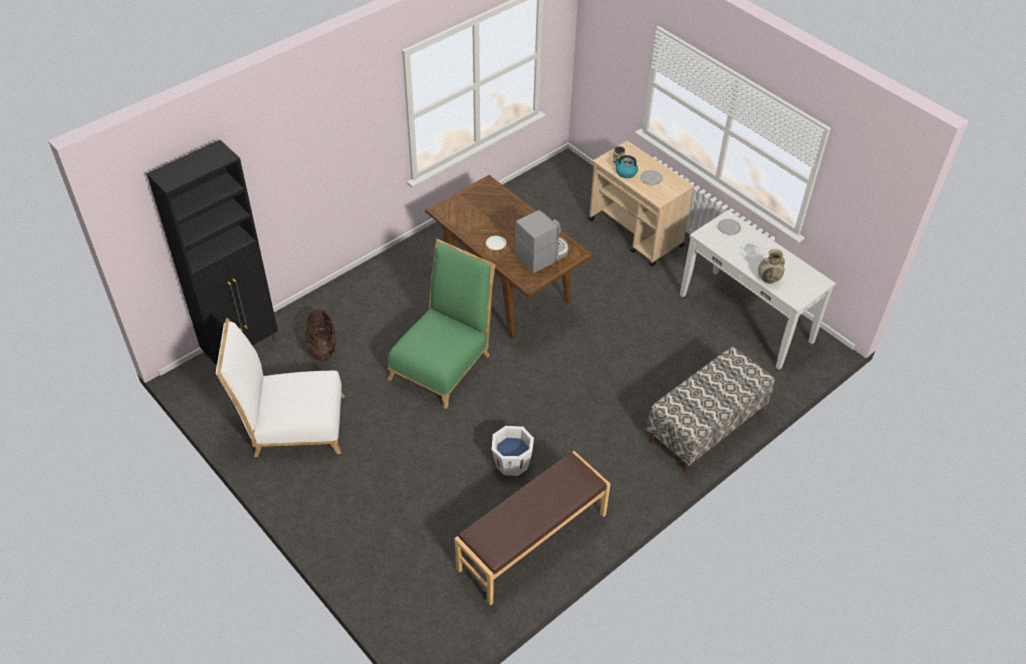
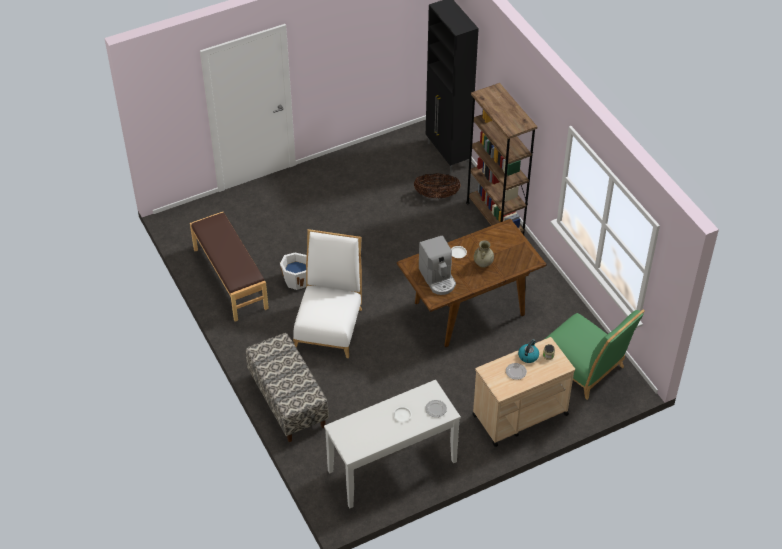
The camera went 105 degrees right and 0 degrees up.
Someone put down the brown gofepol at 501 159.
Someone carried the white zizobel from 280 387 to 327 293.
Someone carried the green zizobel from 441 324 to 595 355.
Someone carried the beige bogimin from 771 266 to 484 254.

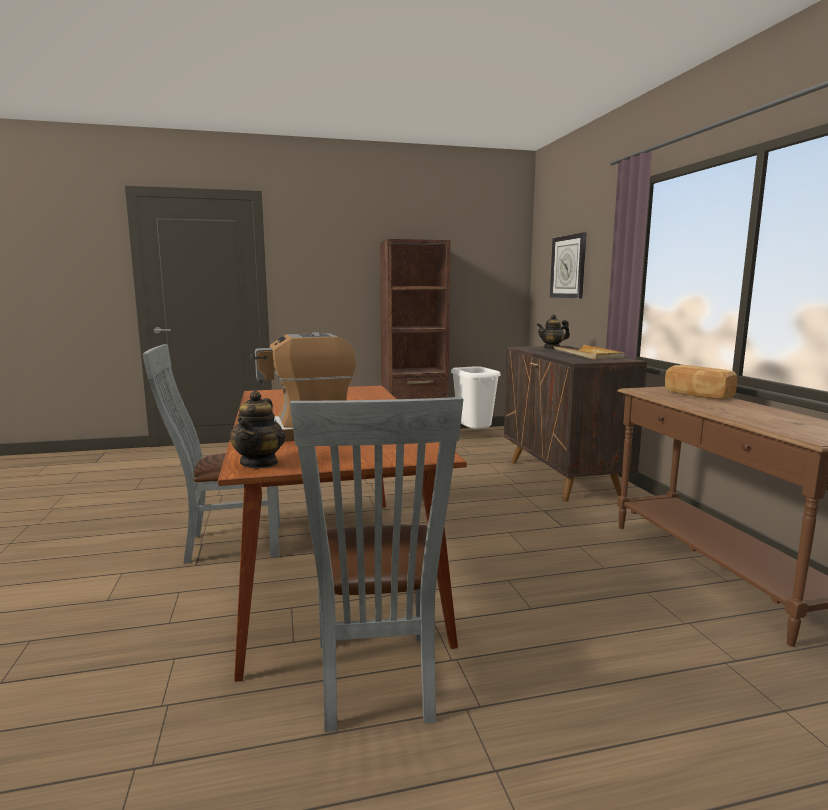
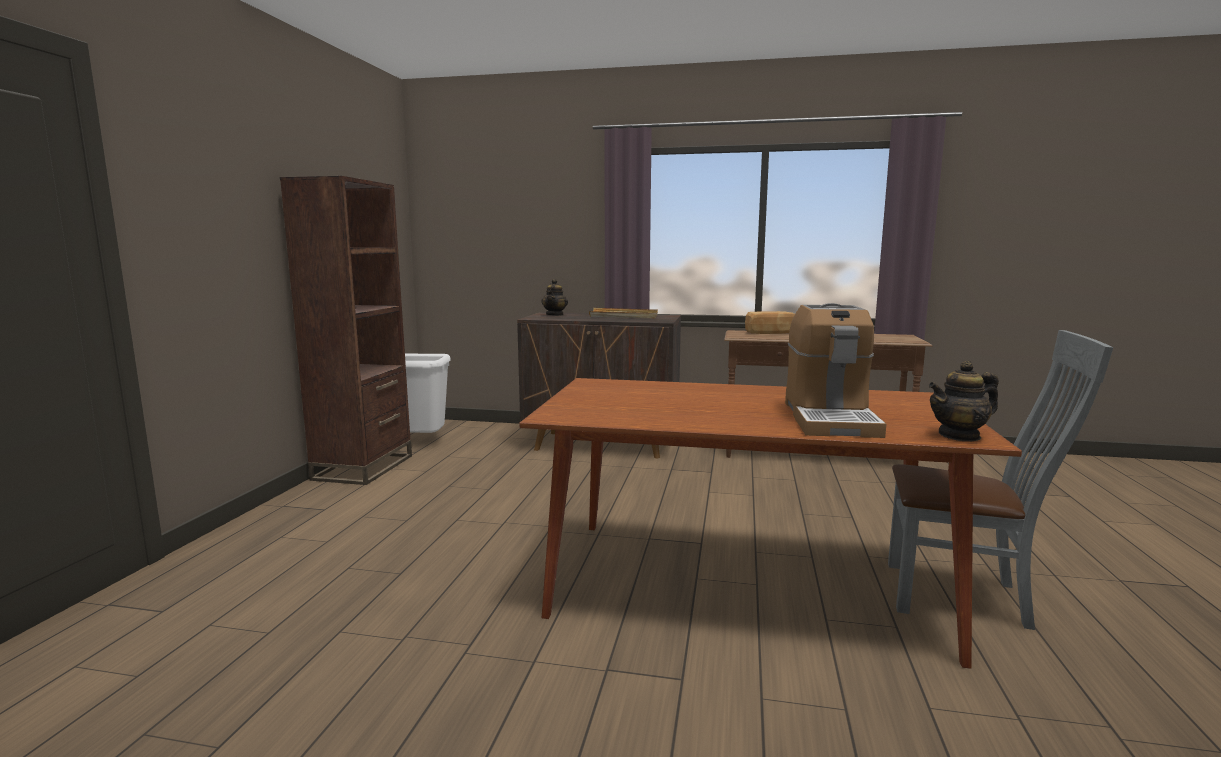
The camera went 65 degrees left and 0 degrees up.
Someone took away the grey zizobel at 211 454.
Someone took away the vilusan at 568 265.
Someone rotated the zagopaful at 257 429 by 135 degrees clockwise.

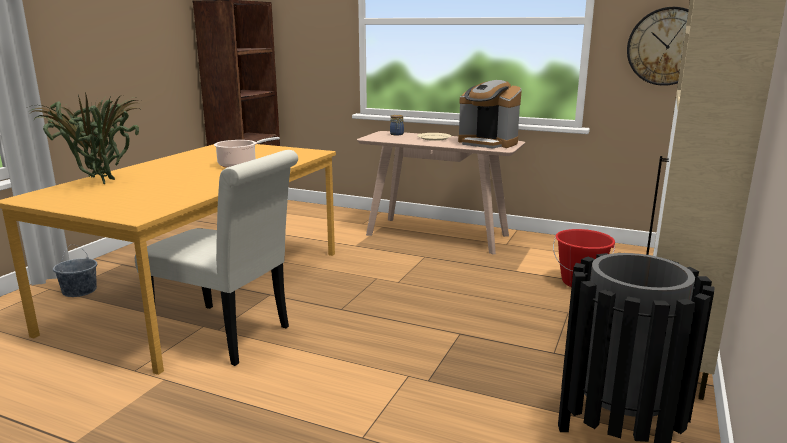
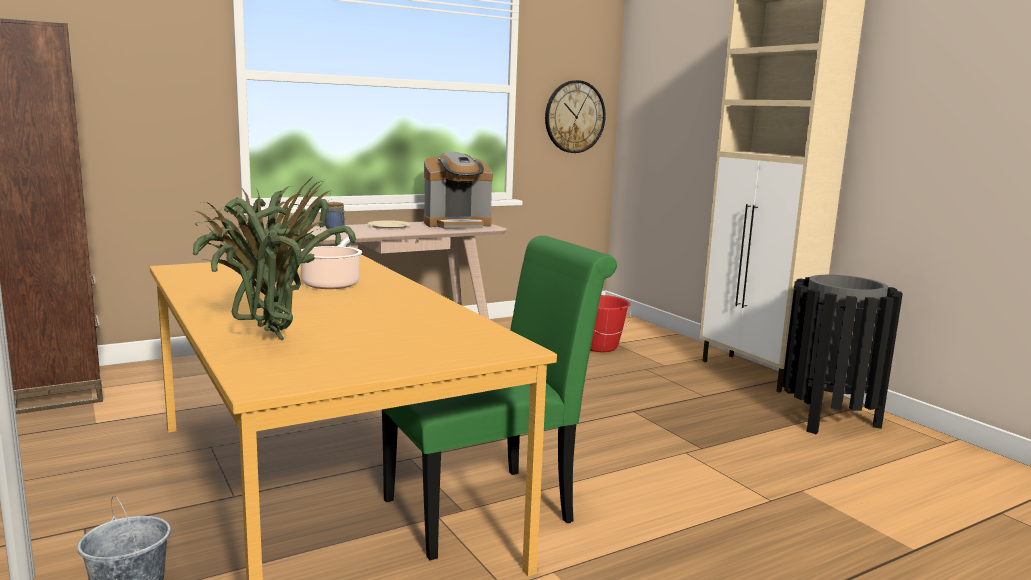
The camera went 55 degrees left and 5 degrees down.
Someone repainted the white zizobel at 216 258, which became the green zizobel at 499 398.

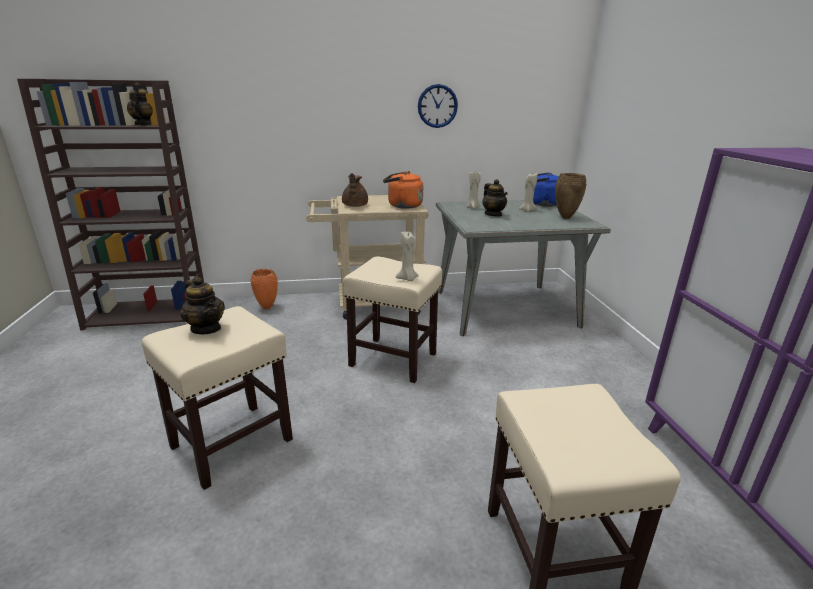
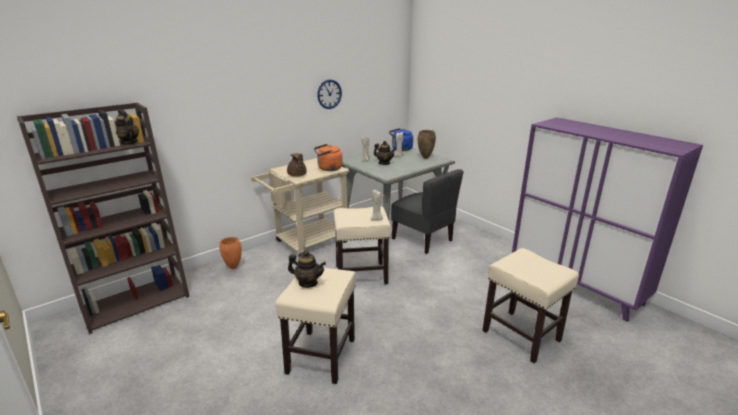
The camera went 30 degrees left and 0 degrees up.
Someone put down the grey zizobel at 427 211.

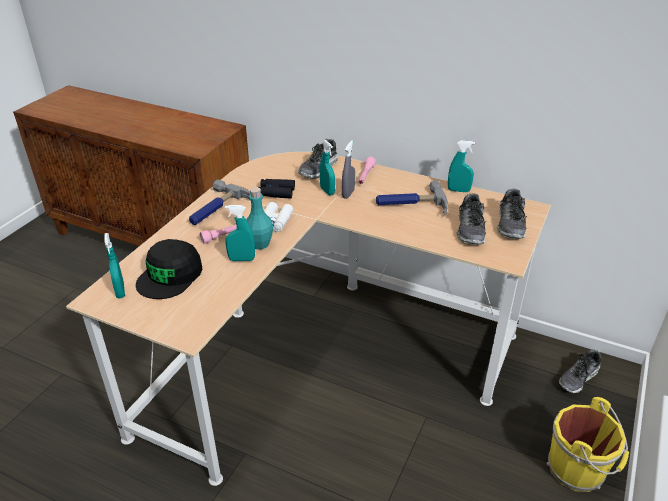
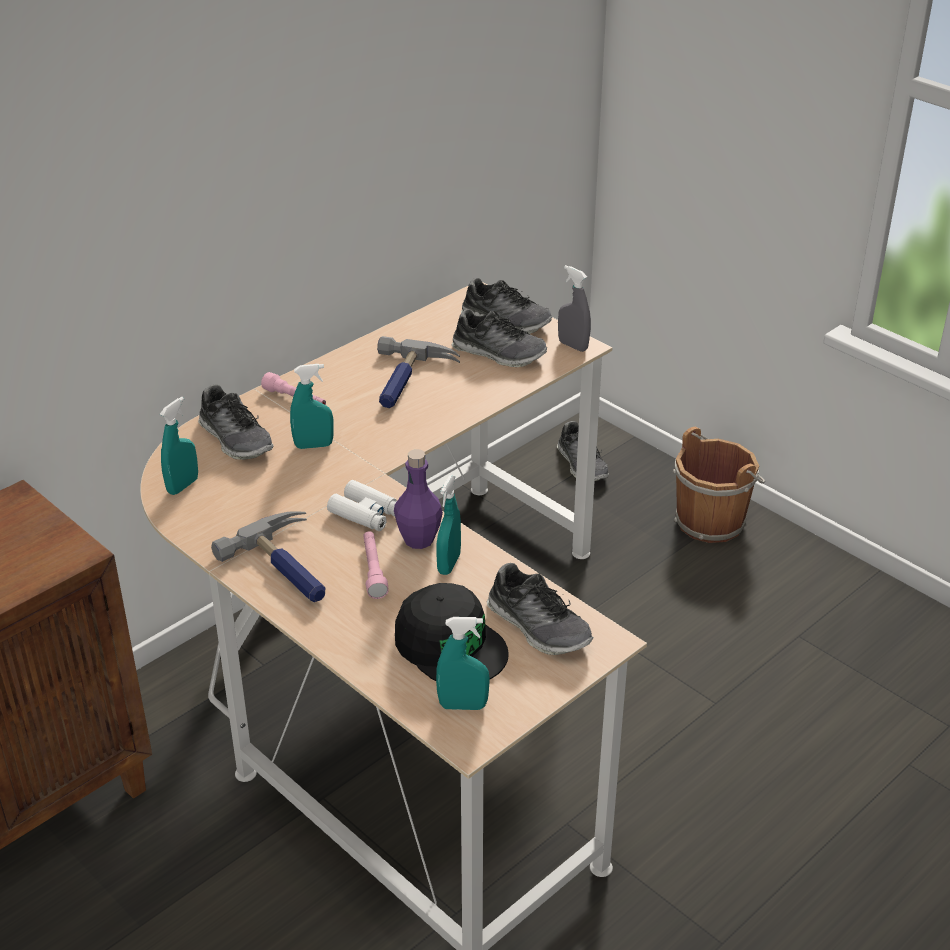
The camera went 70 degrees left and 0 degrees up.
Someone took away the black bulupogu at 276 189.
Someone put down the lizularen at 540 609.
Someone carried the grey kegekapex from 348 169 to 574 308.
Someone carried the turquoise kegekapex from 461 166 to 179 446.
Someone repainted the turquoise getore at 259 218, which became the purple getore at 418 499.
Someone repainted the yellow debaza at 588 444, which became the brown debaza at 719 485.

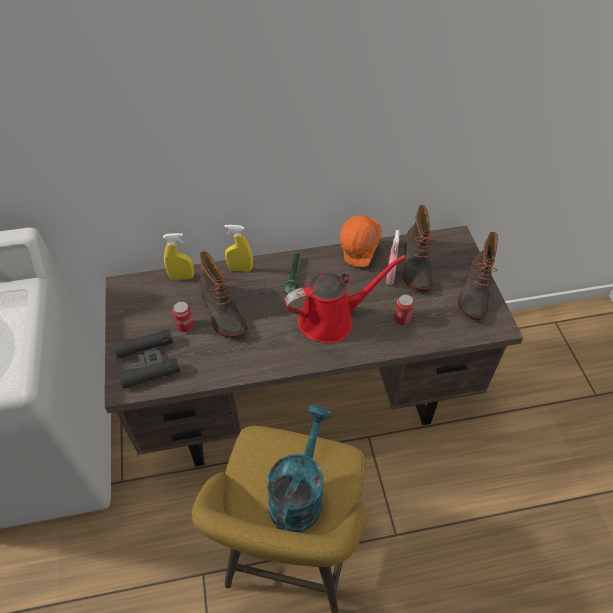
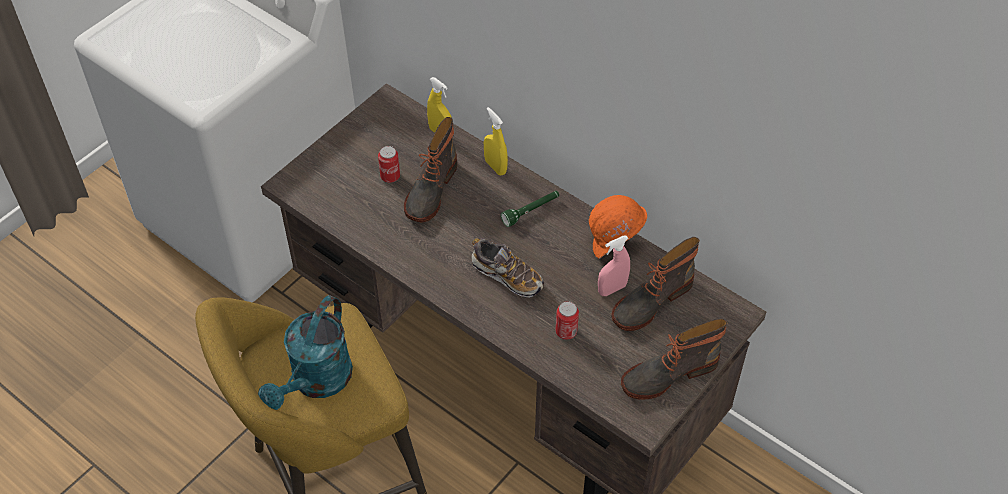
The camera went 50 degrees right and 0 degrees up.
Someone took away the black bulupogu at 147 359.
Someone swapped the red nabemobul at 345 299 for the lizularen at 508 268.
Someone rotated the turquoise nabemobul at 299 468 by 135 degrees clockwise.

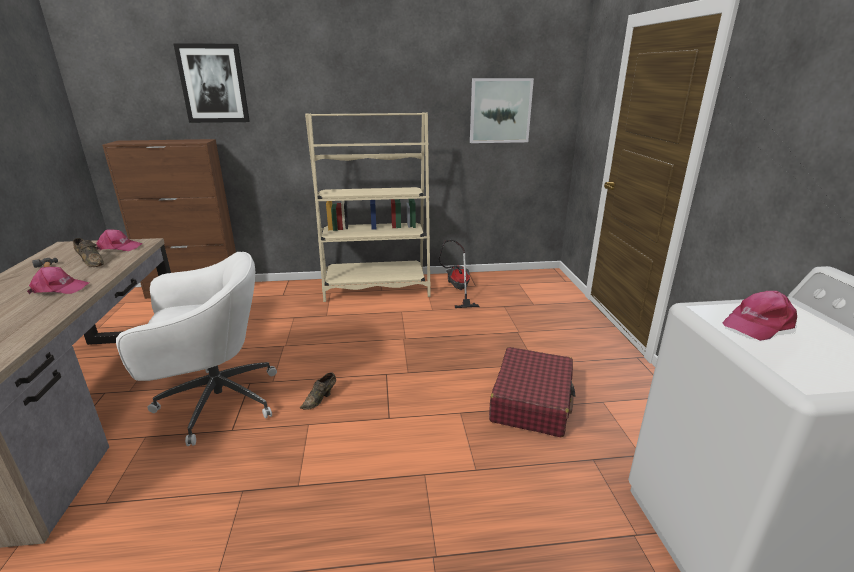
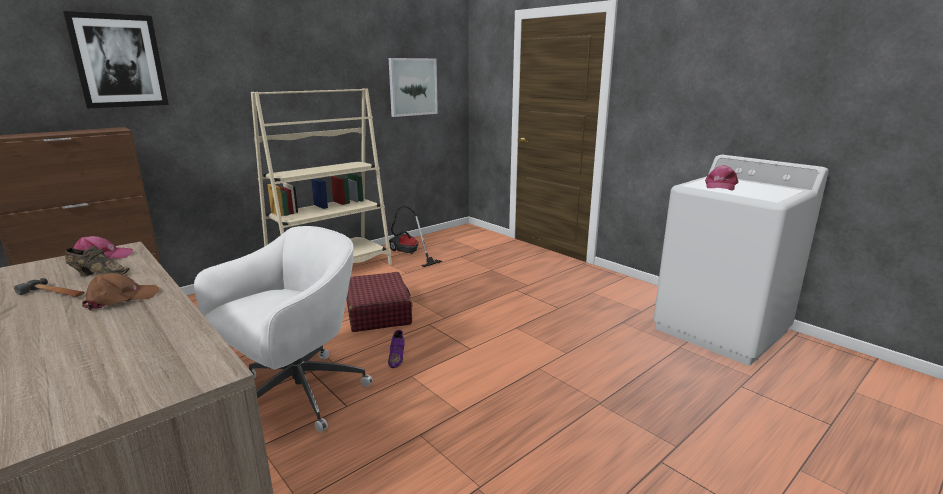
The camera went 35 degrees left and 5 degrees down.
Someone carried the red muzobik from 532 392 to 379 302.
Someone repainted the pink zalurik at 58 280, which became the brown zalurik at 120 292.
Someone repainted the brown lizularen at 318 391, which became the purple lizularen at 396 349.

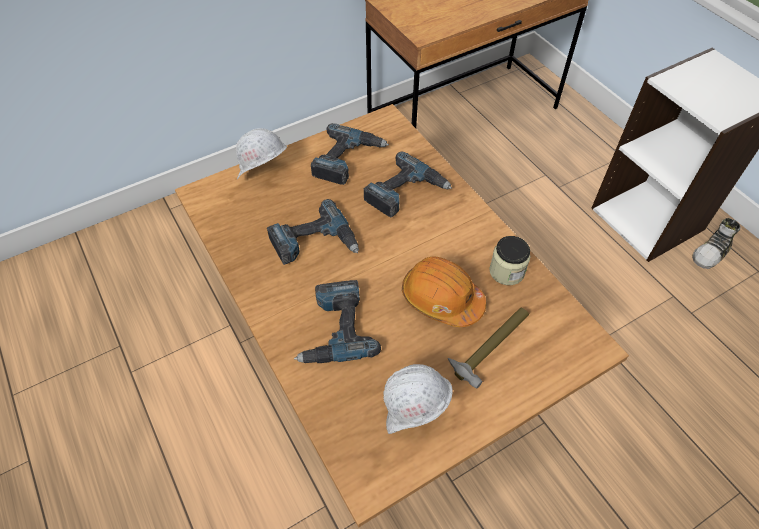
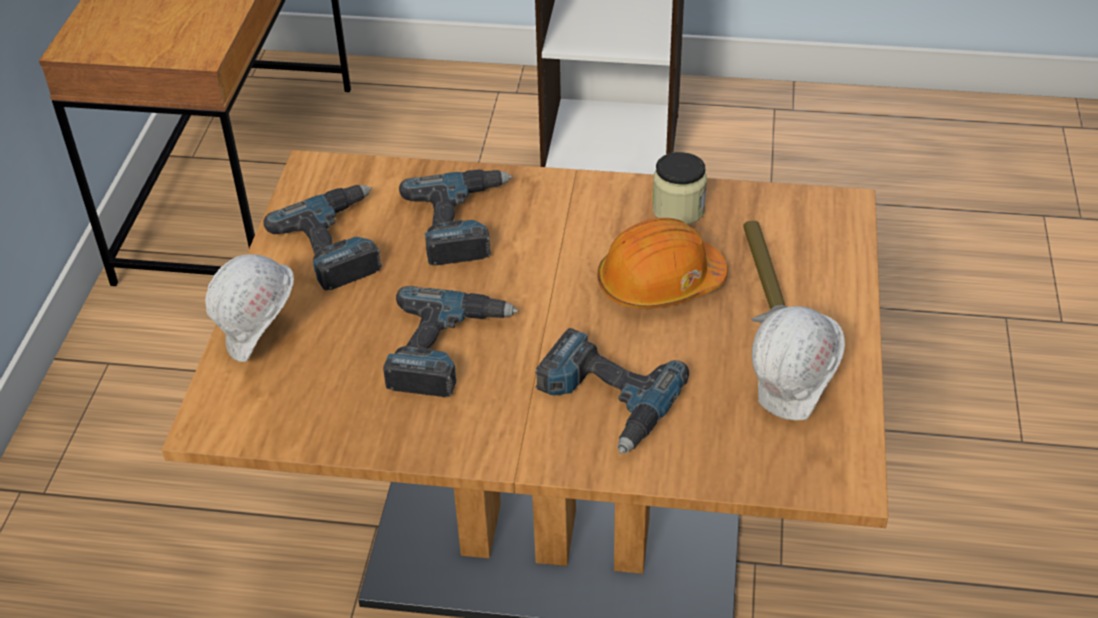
The camera went 50 degrees left and 10 degrees down.
Someone took away the lizularen at 716 243.

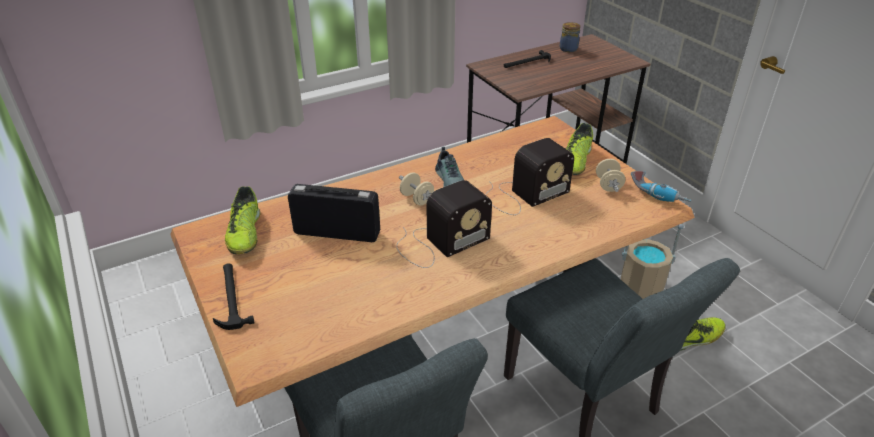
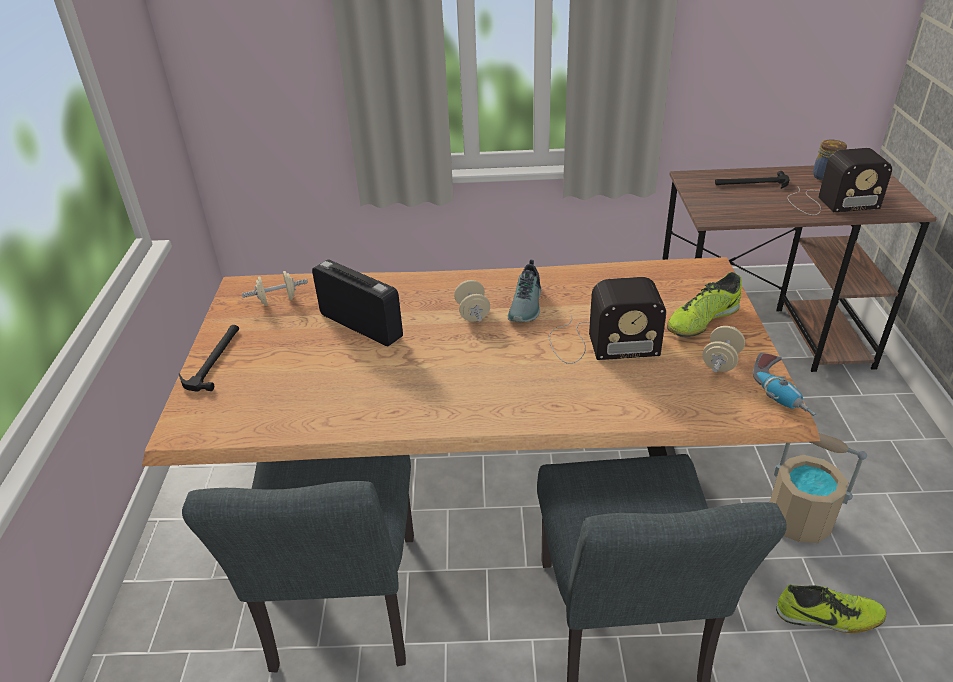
The camera went 30 degrees right and 0 degrees up.
Someone carried the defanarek from 444 224 to 839 181.
Someone swapped the lizularen at 242 220 for the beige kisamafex at 275 288.

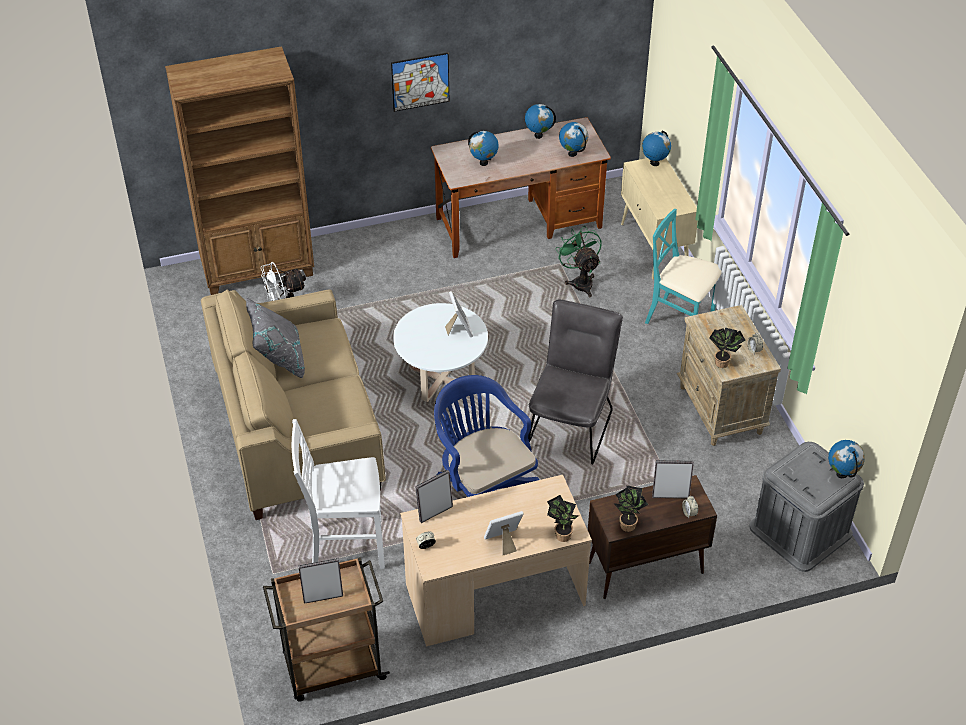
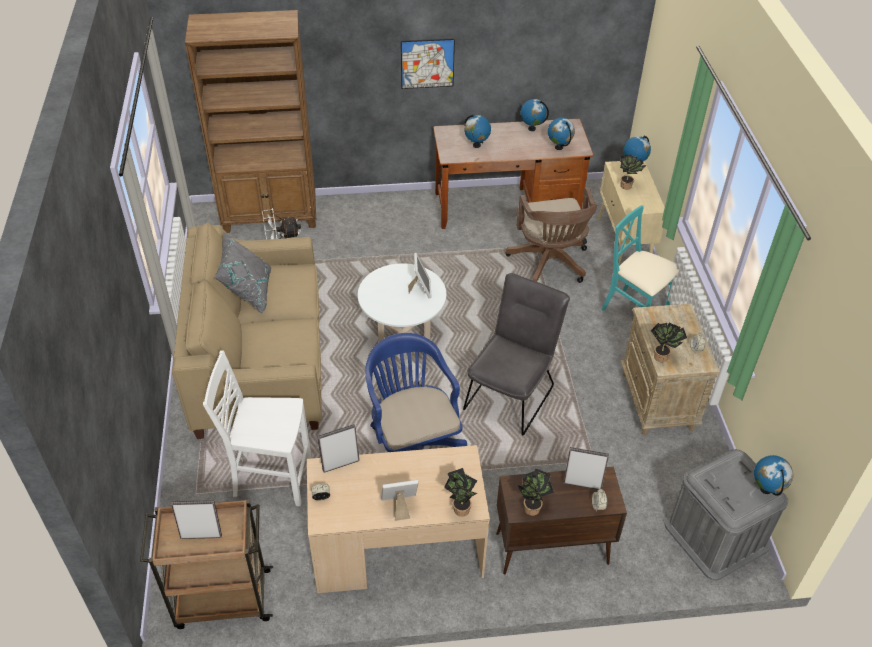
The camera went 10 degrees right and 0 degrees up.
Someone put down the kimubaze at 633 172.
Someone swapped the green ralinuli at 579 261 for the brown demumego at 551 235.

